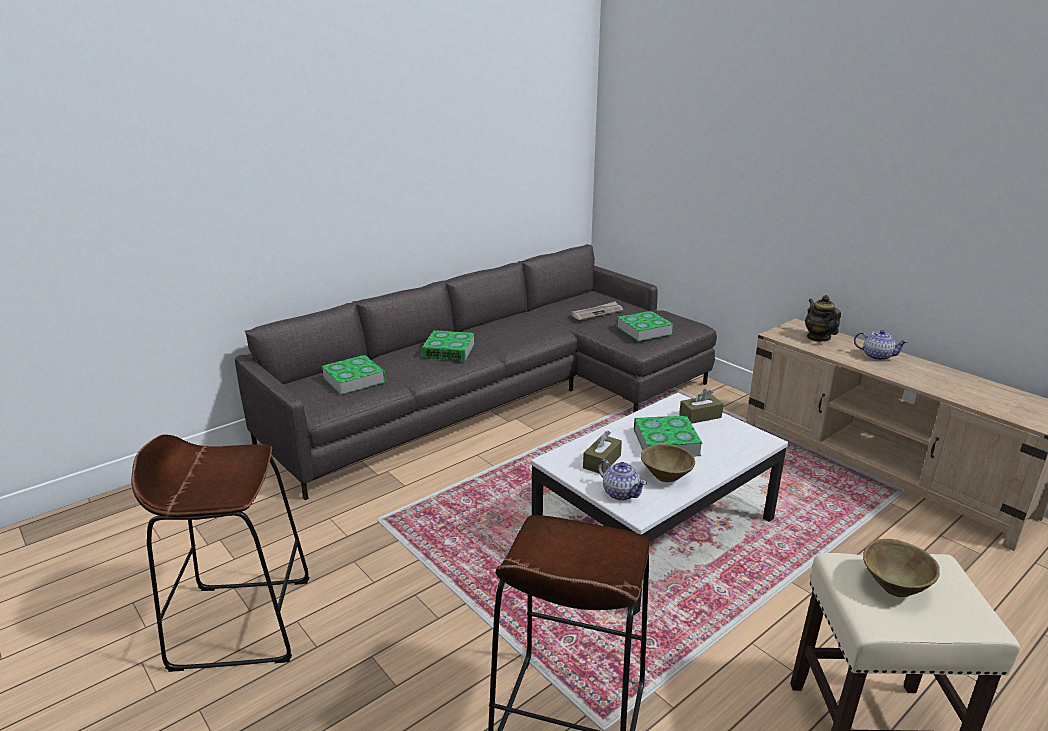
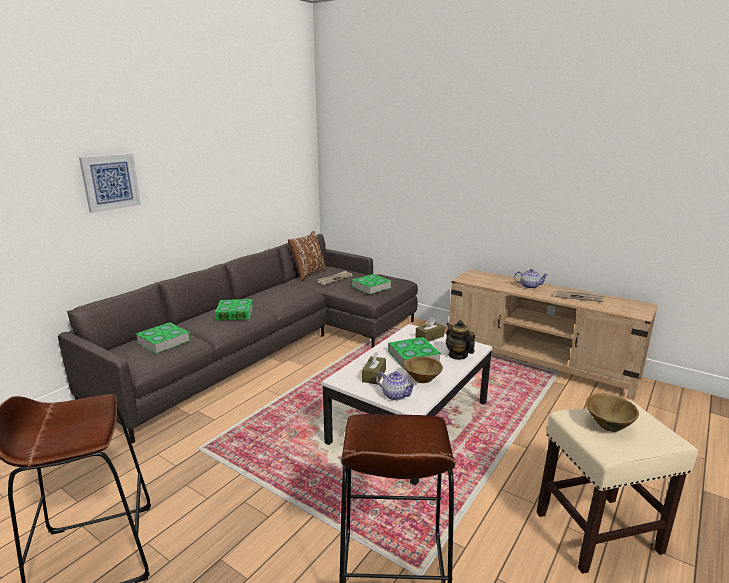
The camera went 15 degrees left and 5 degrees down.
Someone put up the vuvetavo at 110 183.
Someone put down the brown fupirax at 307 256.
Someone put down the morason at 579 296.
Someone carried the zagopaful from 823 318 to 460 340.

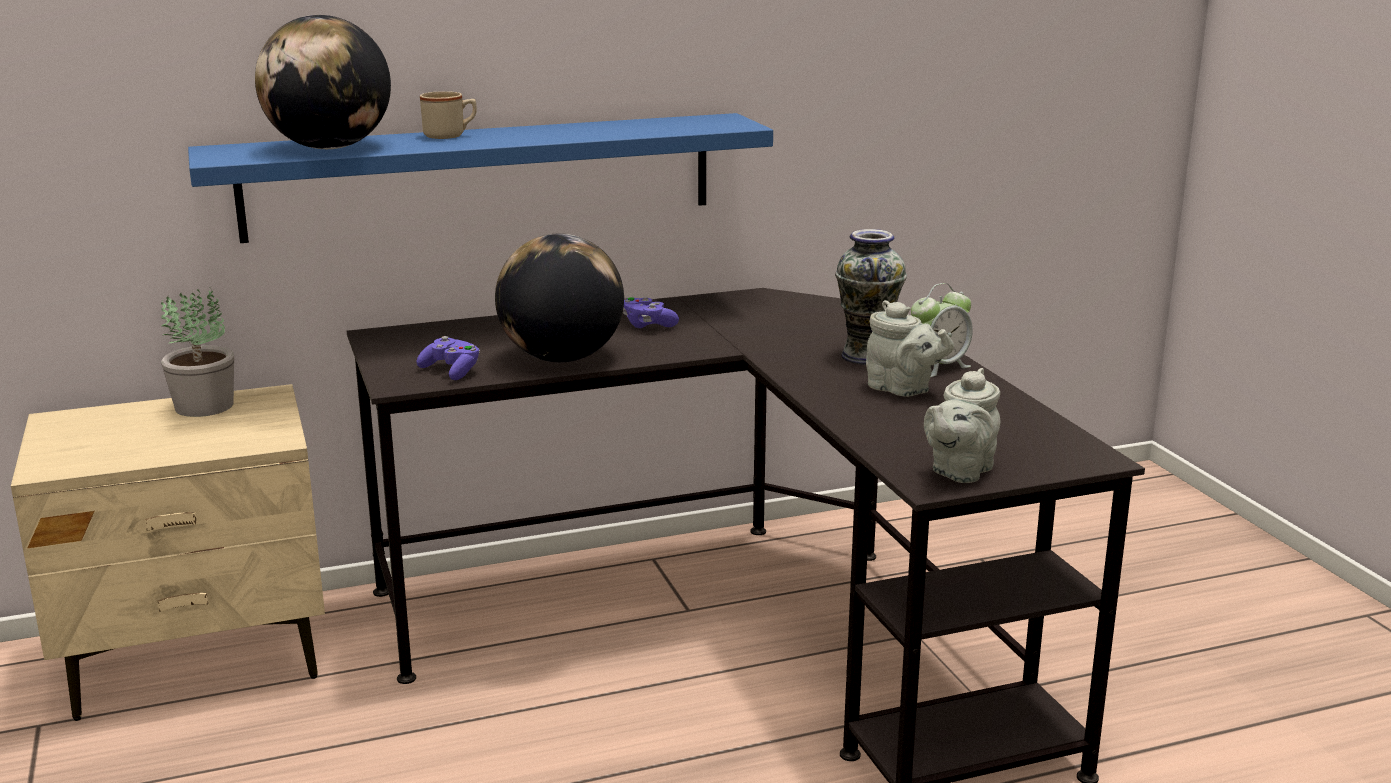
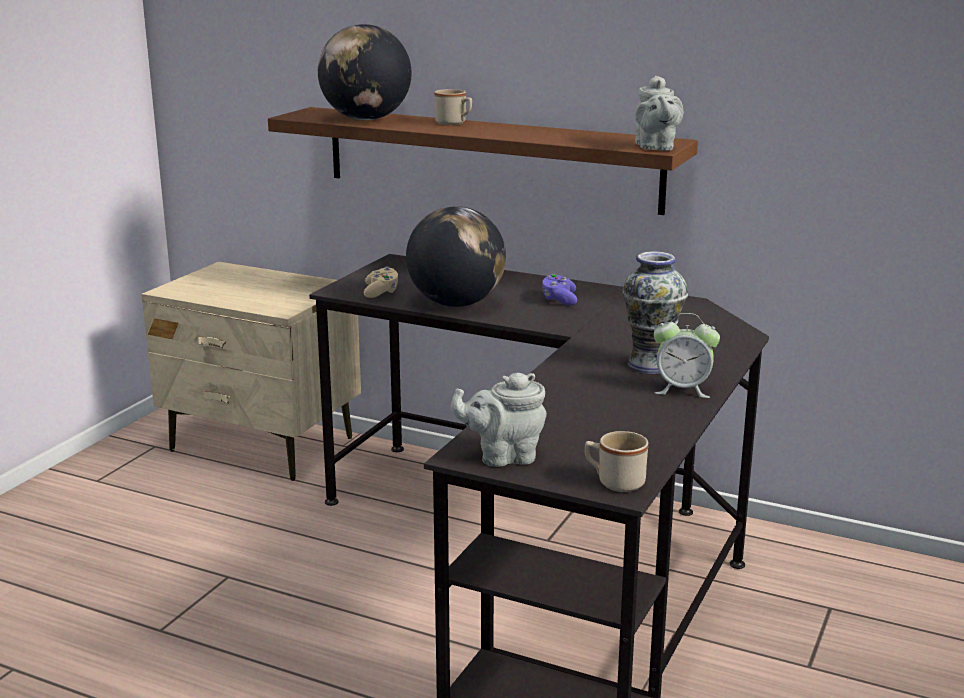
The camera went 45 degrees right and 0 degrees up.
Someone took away the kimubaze at 197 352.
Someone put down the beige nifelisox at 616 461.
Someone carried the grey zagopaful from 910 348 to 659 113.
Someone repainted the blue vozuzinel at 480 178, which became the brown vozuzinel at 483 161.
Someone repainted the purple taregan at 448 358, which became the beige taregan at 381 282.

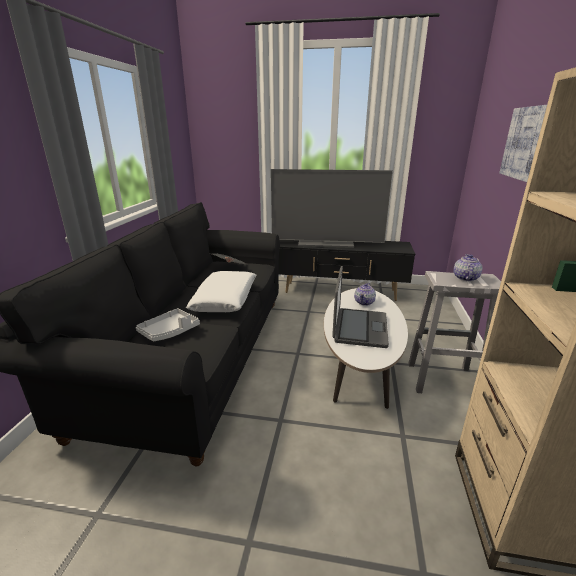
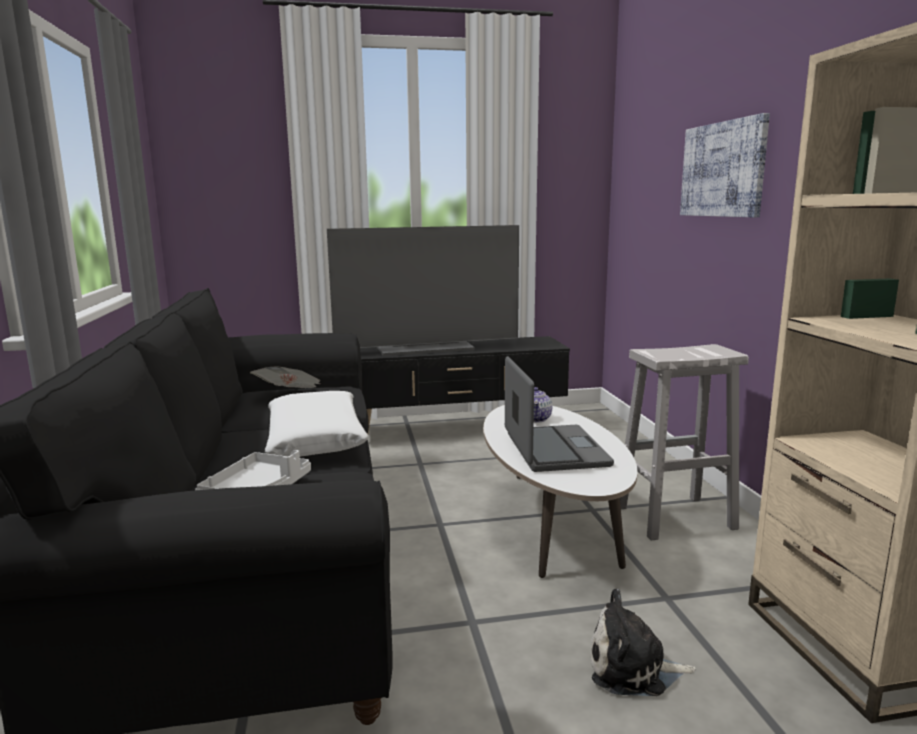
The camera went 20 degrees left and 10 degrees down.
Someone took away the zagopaful at 468 267.
Someone put down the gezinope at 643 642.

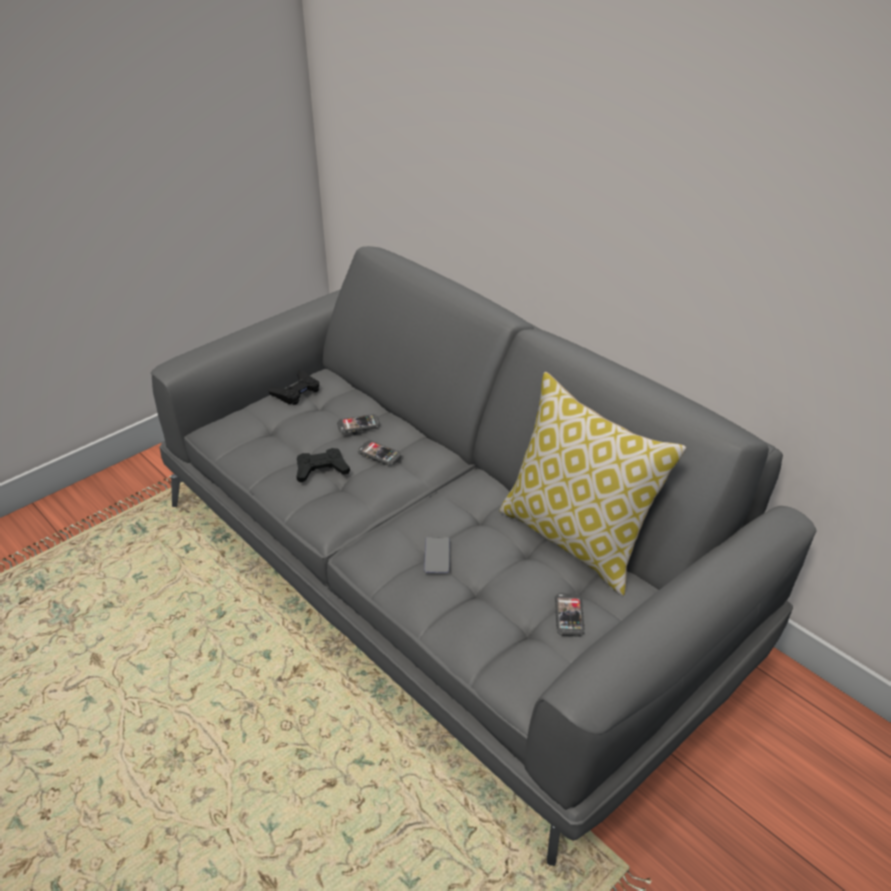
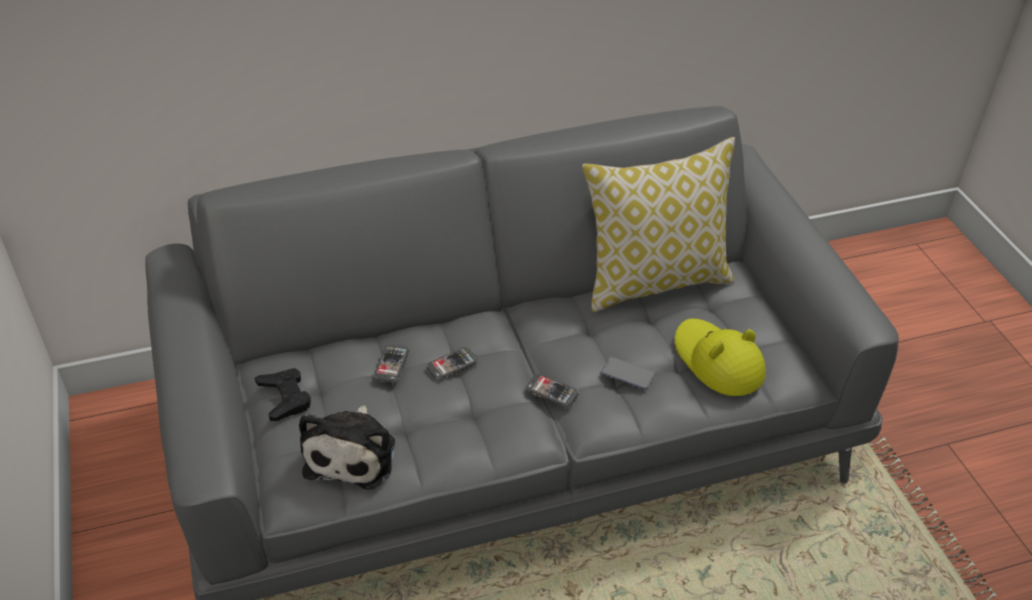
The camera went 65 degrees left and 5 degrees up.
Someone took away the black taregan at 323 465.
Someone put down the gezinope at 347 447.
Someone put down the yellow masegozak at 720 357.
Someone carried the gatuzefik from 570 615 to 552 391.

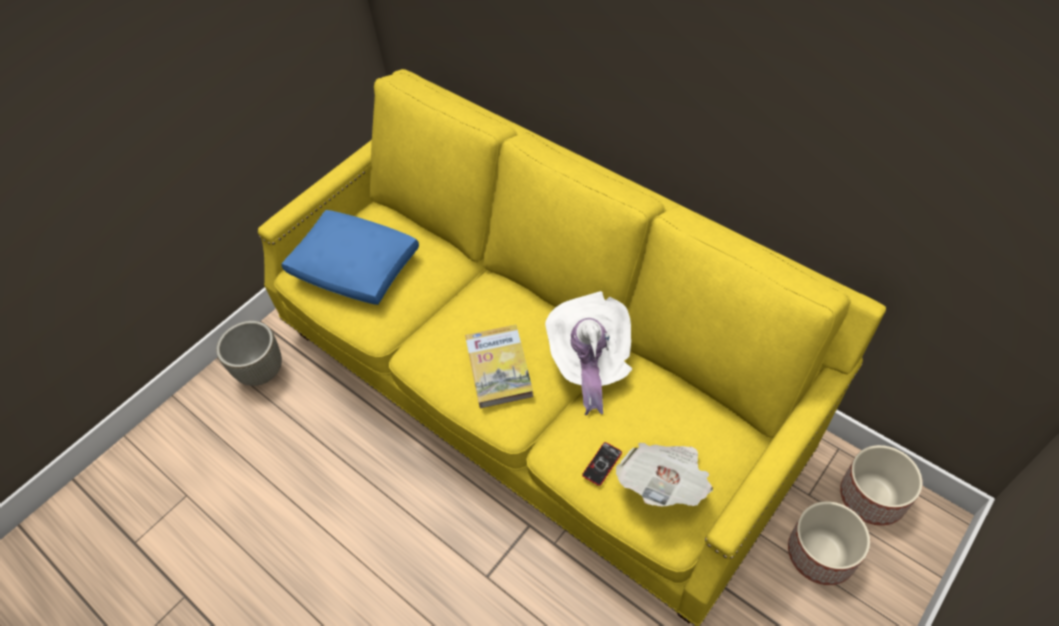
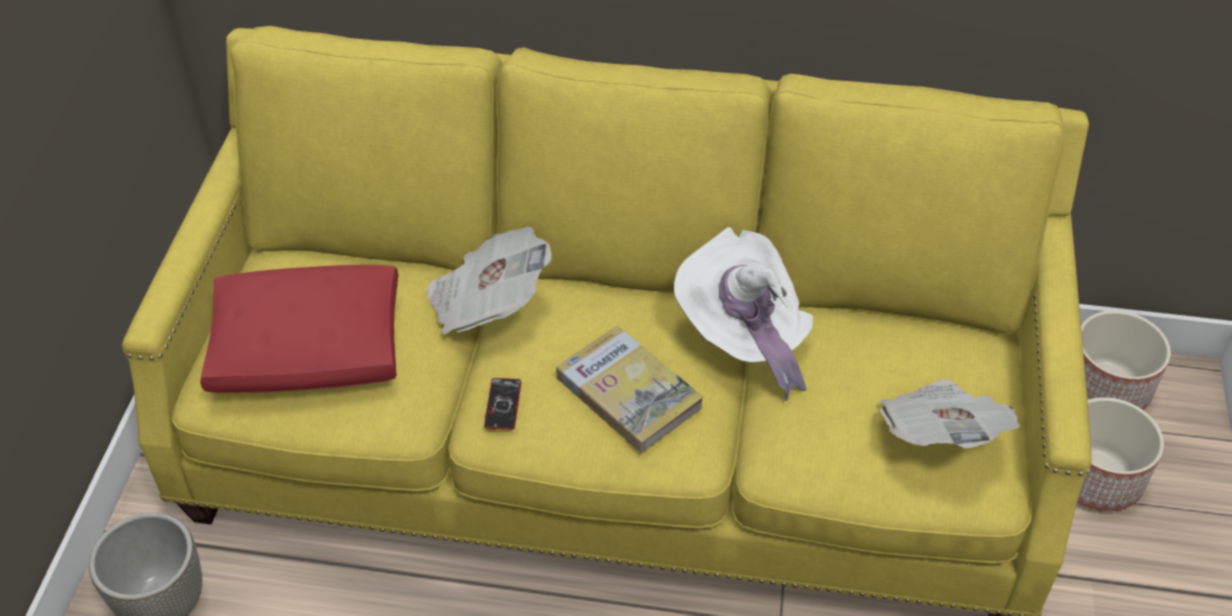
The camera went 35 degrees left and 5 degrees down.
Someone put down the morason at 489 280.
Someone carried the gatuzefik from 602 464 to 502 404.
Someone repainted the blue fupirax at 350 257, which became the red fupirax at 299 329.

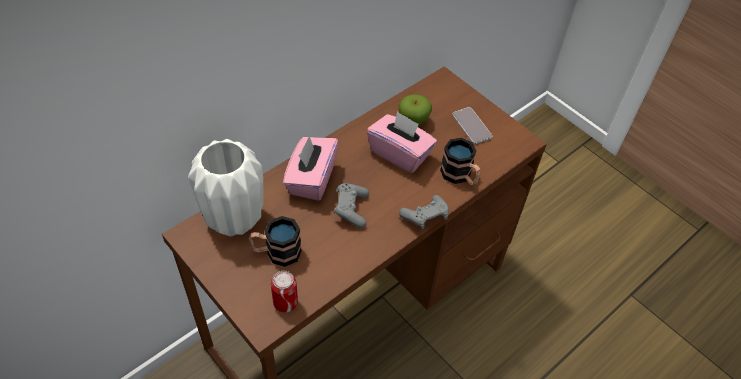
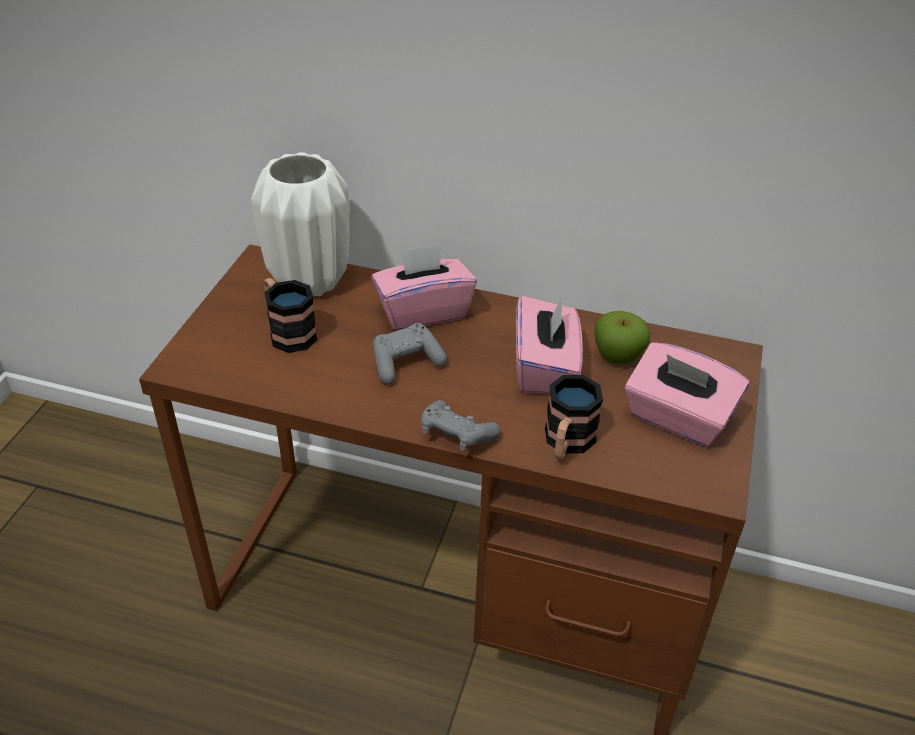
The camera went 60 degrees right and 10 degrees down.
Someone took away the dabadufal at 284 291.
Someone swapped the gatuzefik at 472 125 for the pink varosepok at 687 394.

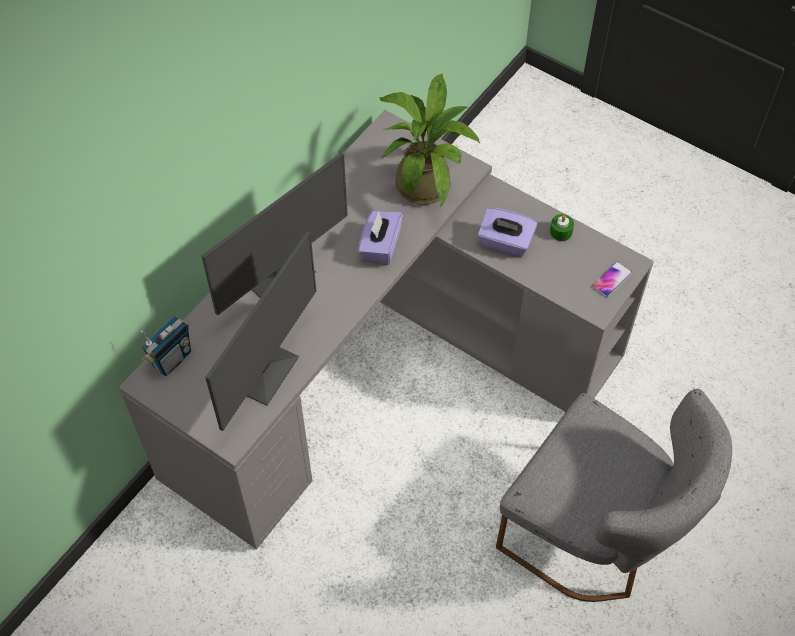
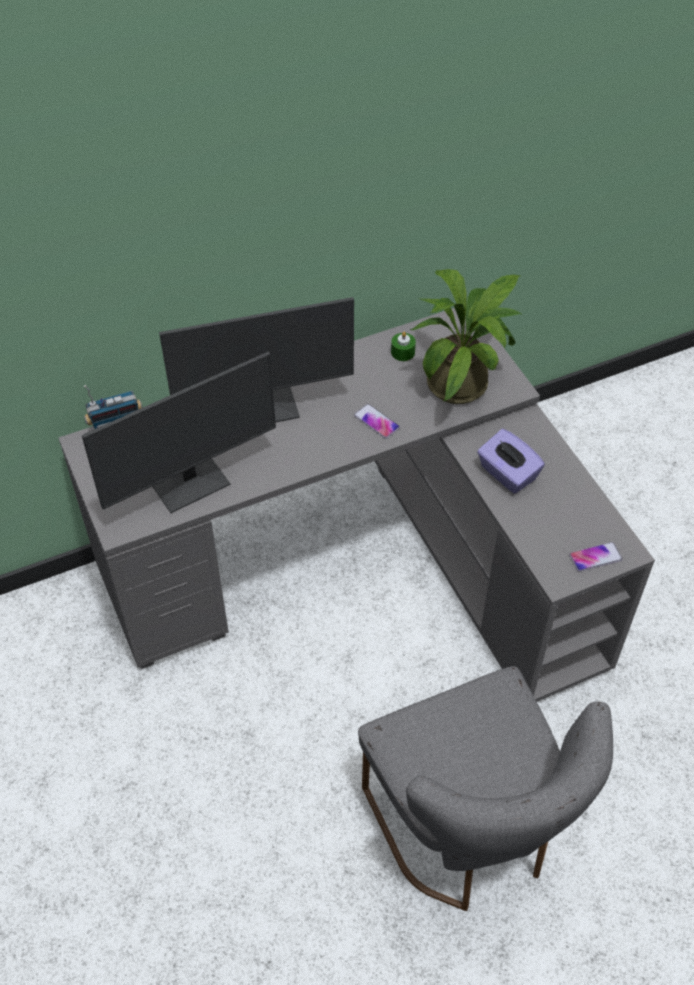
The camera went 30 degrees right and 5 degrees down.
Someone carried the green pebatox from 562 227 to 403 346.
Someone swapped the purple varosepok at 380 238 for the gatuzefik at 377 421.

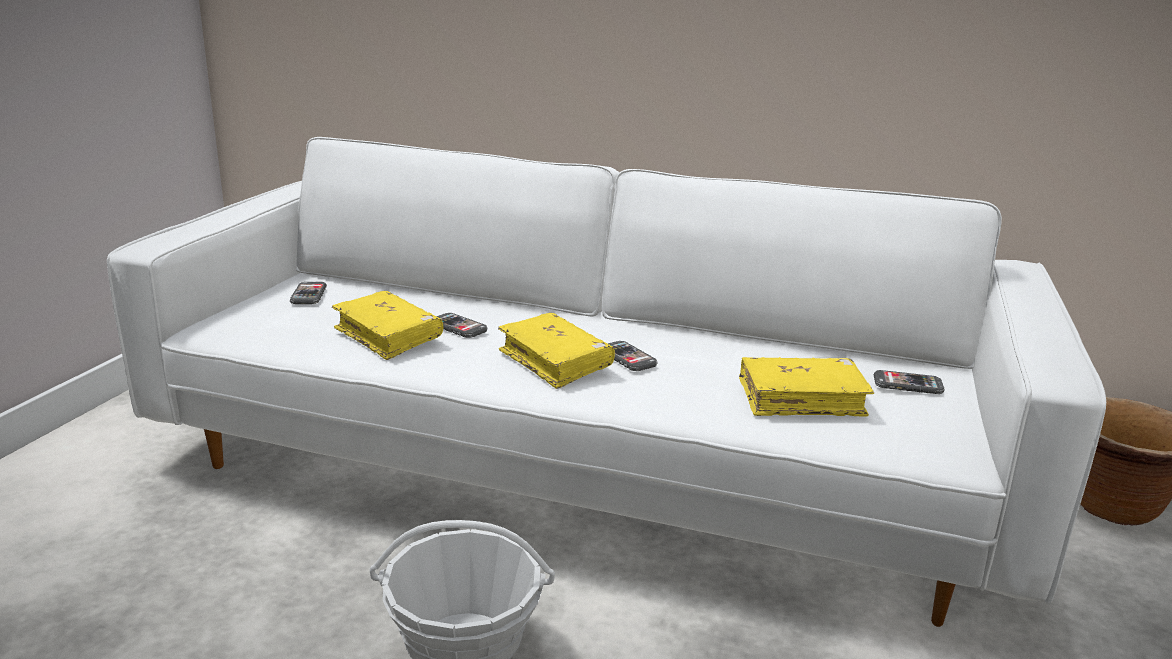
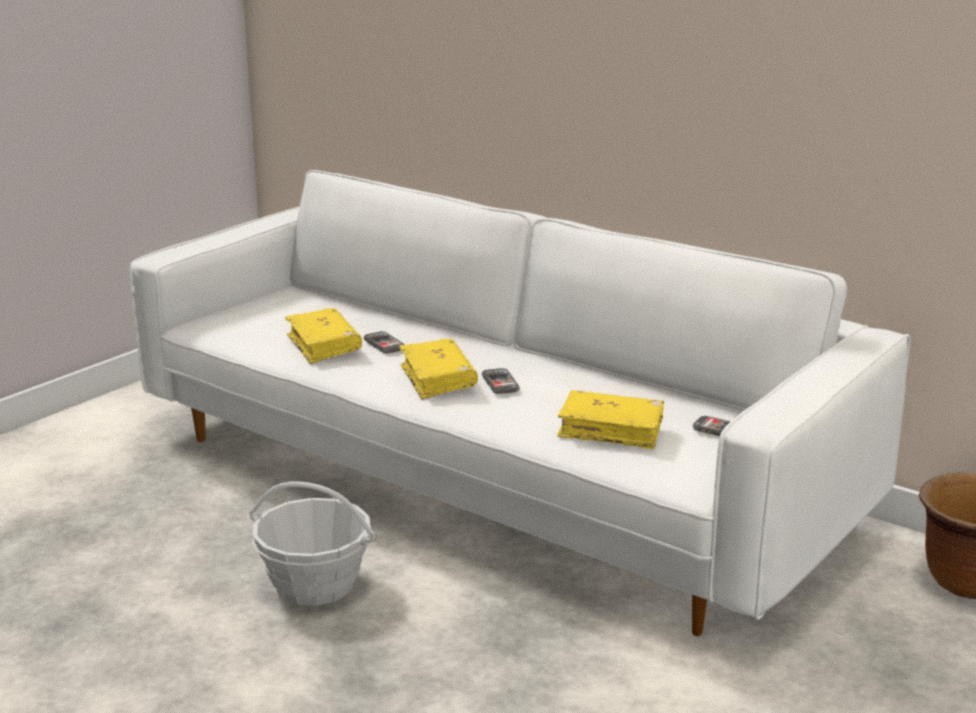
The camera went 20 degrees right and 0 degrees up.
Someone took away the gatuzefik at 308 293.

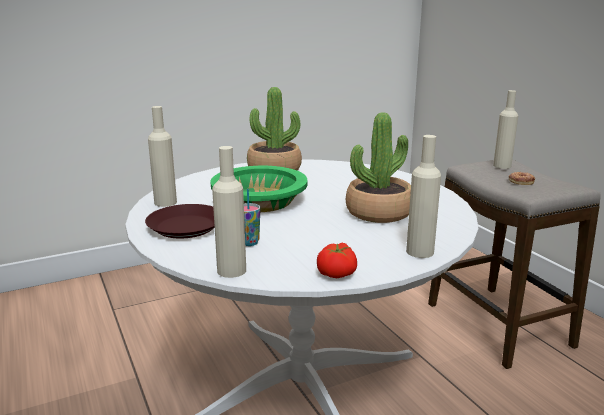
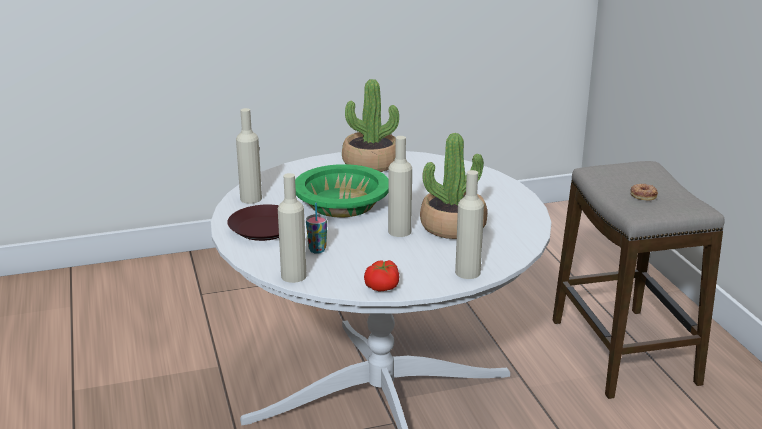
The camera went 10 degrees right and 5 degrees up.
Someone carried the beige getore from 505 129 to 400 186.

